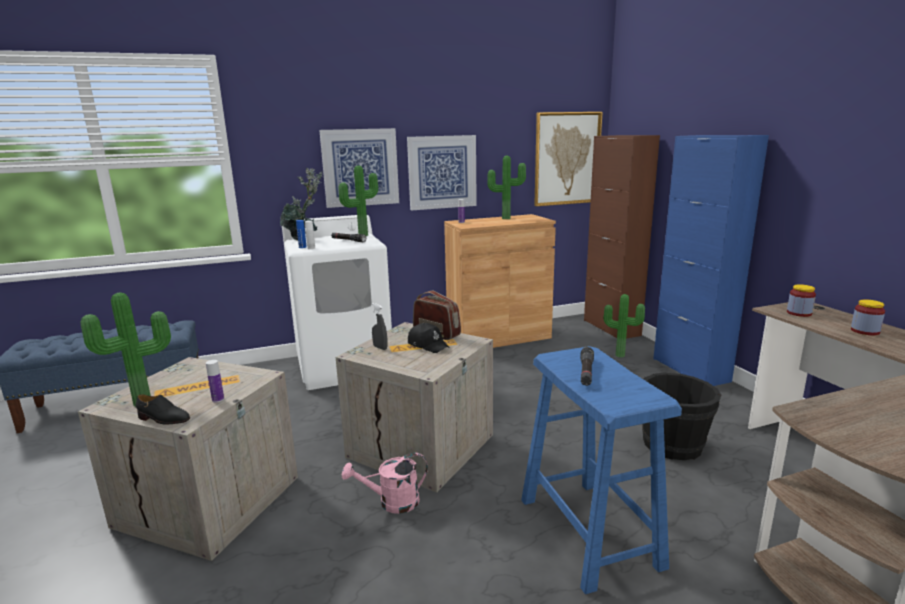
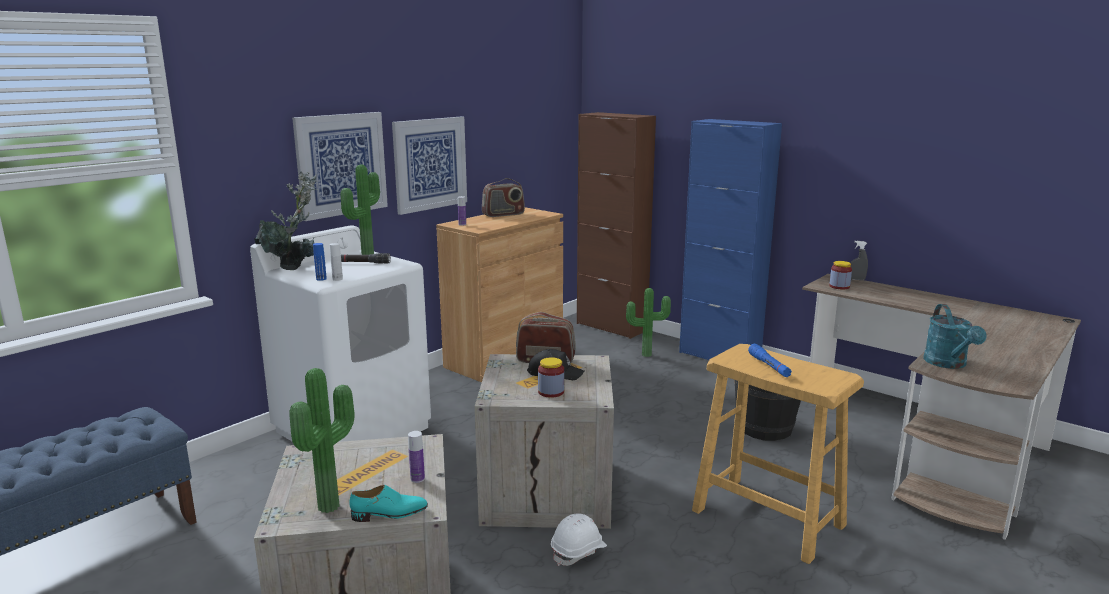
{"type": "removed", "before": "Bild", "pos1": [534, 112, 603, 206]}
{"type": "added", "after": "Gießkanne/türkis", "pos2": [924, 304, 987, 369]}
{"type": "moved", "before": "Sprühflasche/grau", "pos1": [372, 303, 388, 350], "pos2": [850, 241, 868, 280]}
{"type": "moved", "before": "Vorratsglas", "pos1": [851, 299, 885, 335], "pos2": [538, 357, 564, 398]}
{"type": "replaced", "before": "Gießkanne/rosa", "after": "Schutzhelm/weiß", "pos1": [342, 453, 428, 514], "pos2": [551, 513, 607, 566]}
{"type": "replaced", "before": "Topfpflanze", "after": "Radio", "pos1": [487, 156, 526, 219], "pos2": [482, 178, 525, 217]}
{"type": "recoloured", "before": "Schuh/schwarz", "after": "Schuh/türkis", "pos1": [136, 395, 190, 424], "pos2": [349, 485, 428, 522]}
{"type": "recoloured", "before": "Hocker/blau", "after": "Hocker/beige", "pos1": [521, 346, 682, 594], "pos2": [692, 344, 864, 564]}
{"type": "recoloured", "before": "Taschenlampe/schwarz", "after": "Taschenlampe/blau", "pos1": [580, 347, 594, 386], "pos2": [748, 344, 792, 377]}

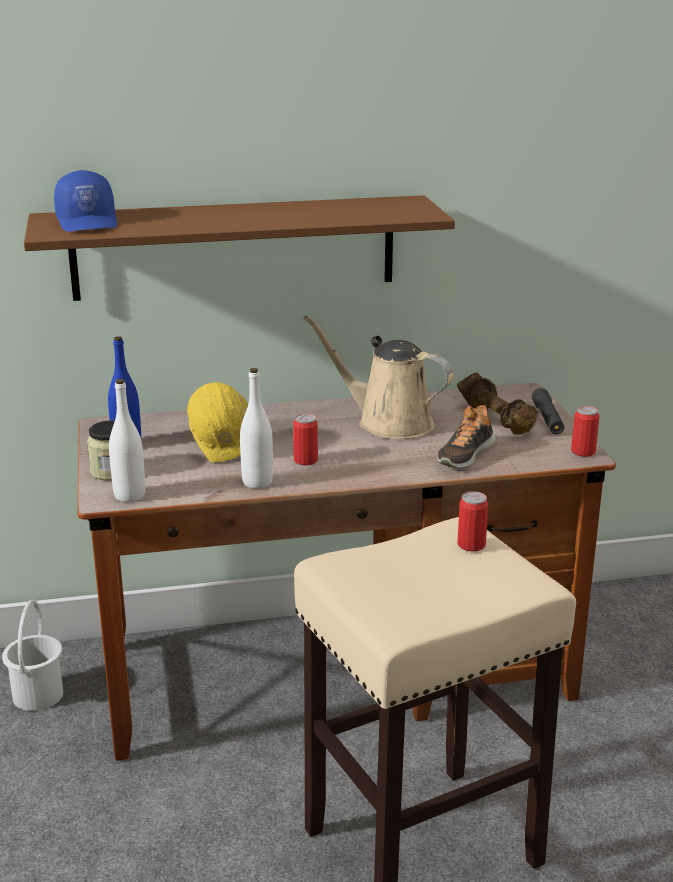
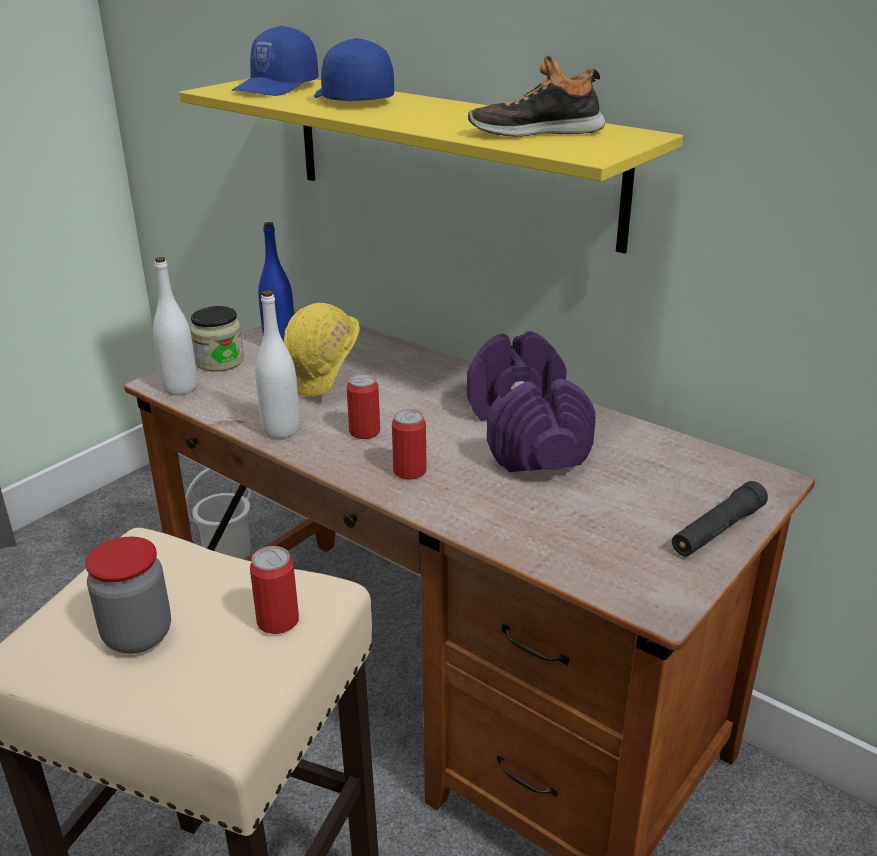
{"type": "removed", "before": "Hantel/braun", "pos1": [457, 373, 538, 435]}
{"type": "added", "after": "Vorratsglas", "pos2": [85, 537, 171, 653]}
{"type": "added", "after": "Kappe/blau", "pos2": [314, 38, 394, 101]}
{"type": "moved", "before": "Schuh", "pos1": [437, 405, 496, 468], "pos2": [468, 55, 605, 137]}
{"type": "moved", "before": "Dose", "pos1": [571, 406, 600, 457], "pos2": [392, 409, 427, 479]}
{"type": "replaced", "before": "Gießkanne/beige", "after": "Hantel/lila", "pos1": [303, 315, 454, 439], "pos2": [467, 331, 596, 472]}
{"type": "recoloured", "before": "Wandregal/braun", "after": "Wandregal/gelb", "pos1": [24, 195, 455, 301], "pos2": [179, 78, 683, 254]}

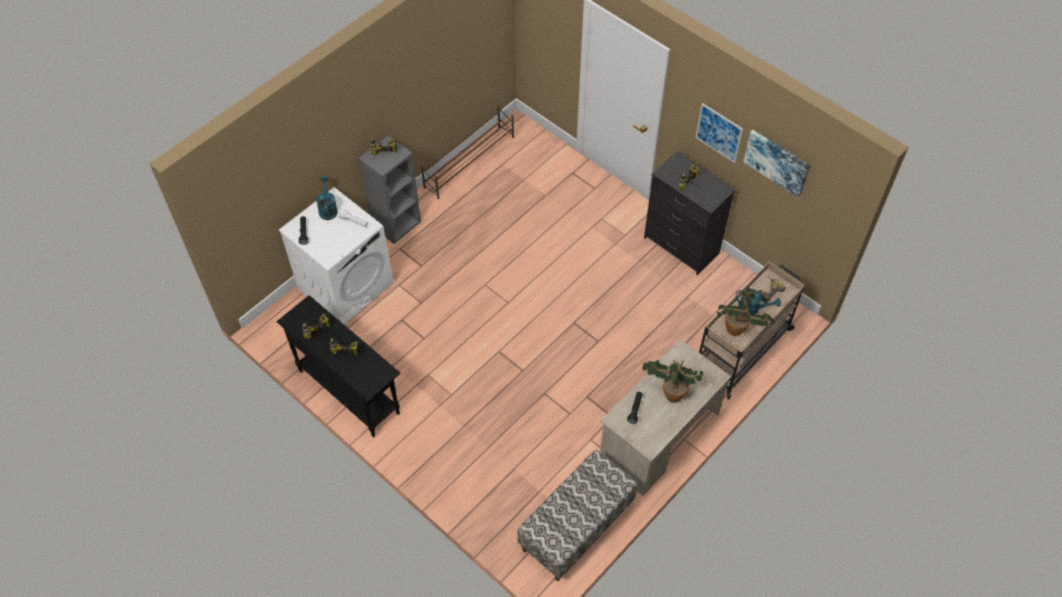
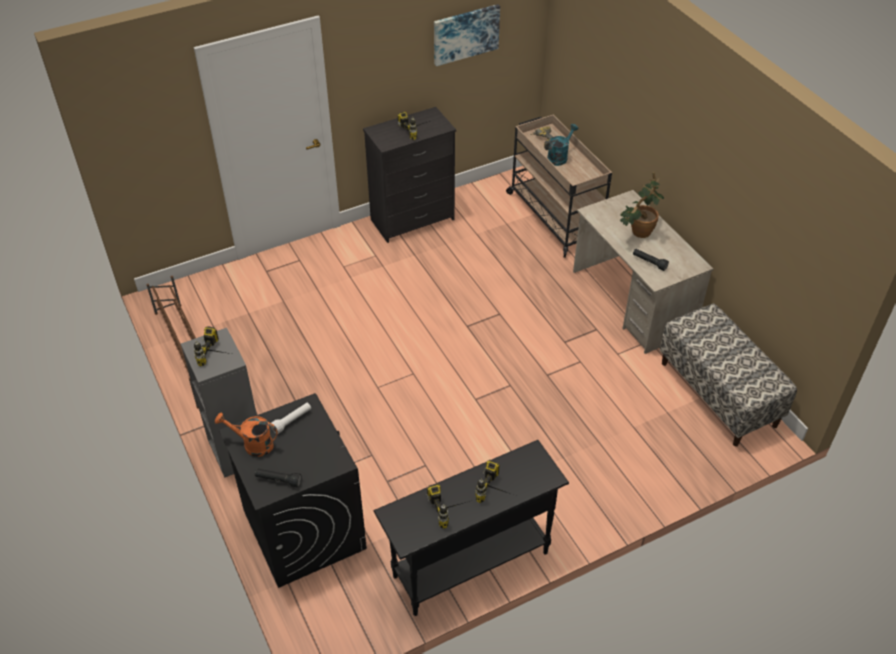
{"type": "removed", "before": "Bild", "pos1": [696, 103, 743, 163]}
{"type": "removed", "before": "Topfpflanze", "pos1": [717, 288, 775, 336]}
{"type": "recoloured", "before": "Waschmaschine/weiß", "after": "Waschmaschine/schwarz", "pos1": [279, 187, 394, 325], "pos2": [219, 393, 367, 588]}
{"type": "recoloured", "before": "Gießkanne/türkis", "after": "Gießkanne/orange", "pos1": [316, 176, 338, 220], "pos2": [215, 412, 278, 457]}

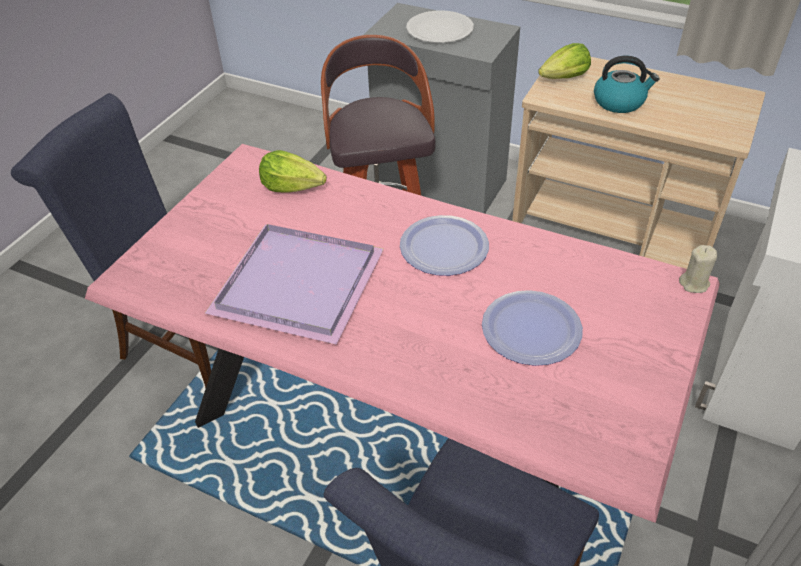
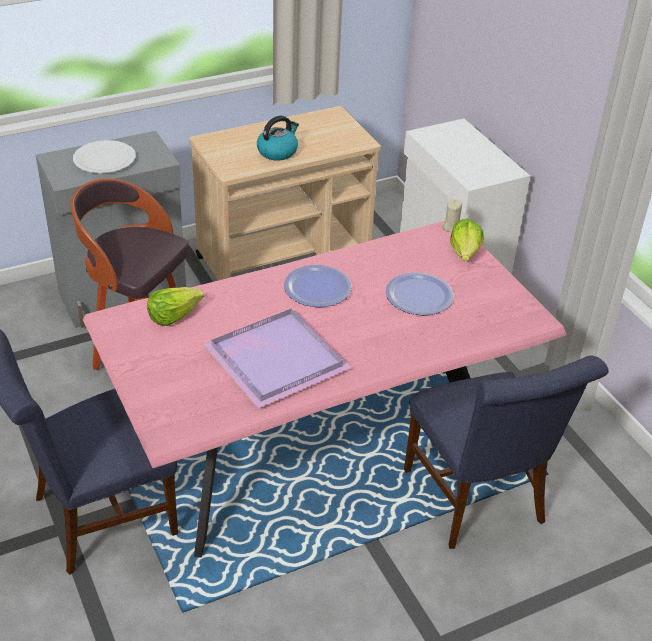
{"type": "moved", "before": "Salatkopf", "pos1": [538, 43, 591, 79], "pos2": [450, 218, 484, 261]}

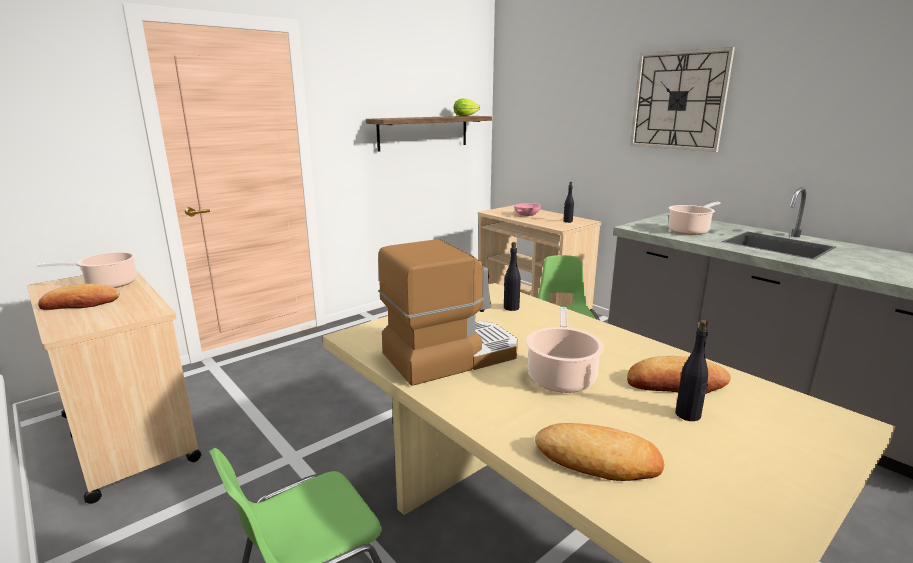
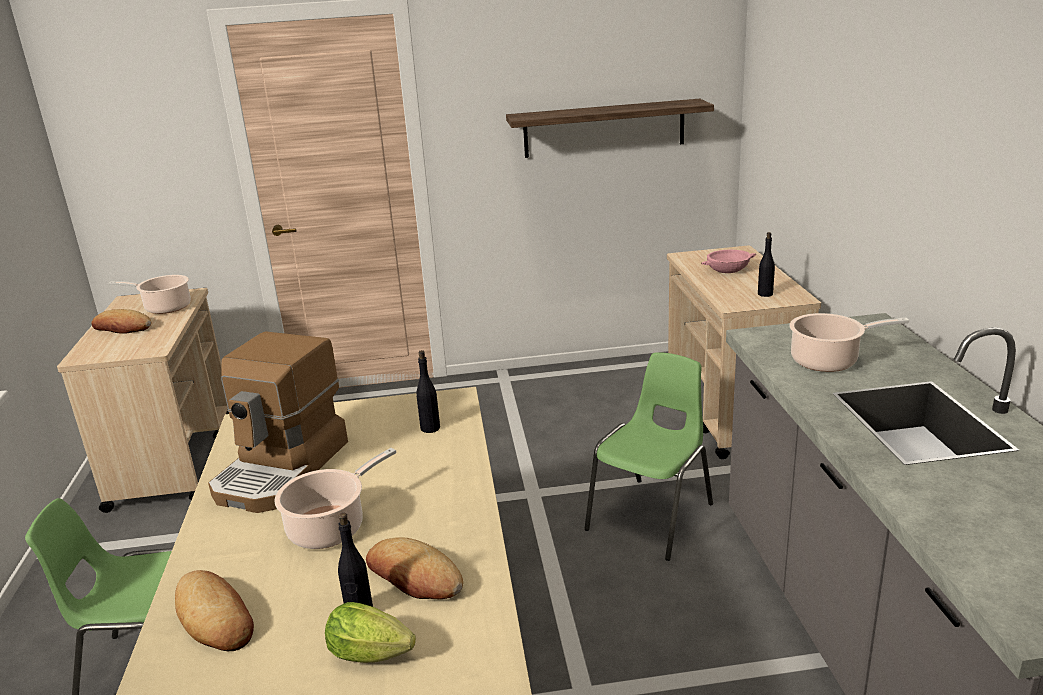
{"type": "removed", "before": "Wanduhr", "pos1": [630, 47, 735, 152]}
{"type": "moved", "before": "Salatkopf", "pos1": [454, 99, 480, 116], "pos2": [325, 602, 416, 663]}
{"type": "turned", "before": "Kaffeemaschine", "pos1": [378, 239, 518, 386], "pos2": [208, 331, 348, 513], "turn": 105}

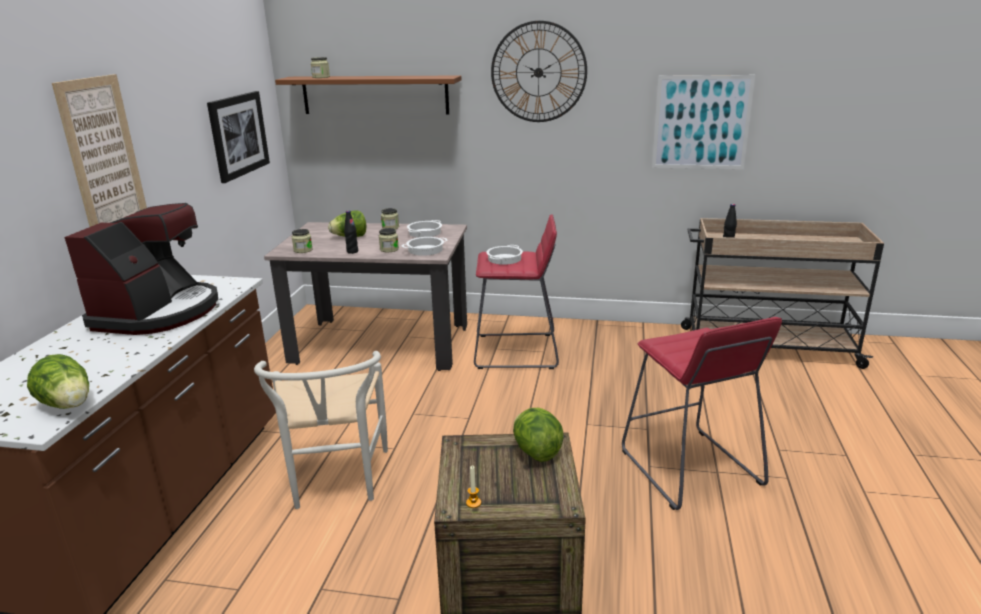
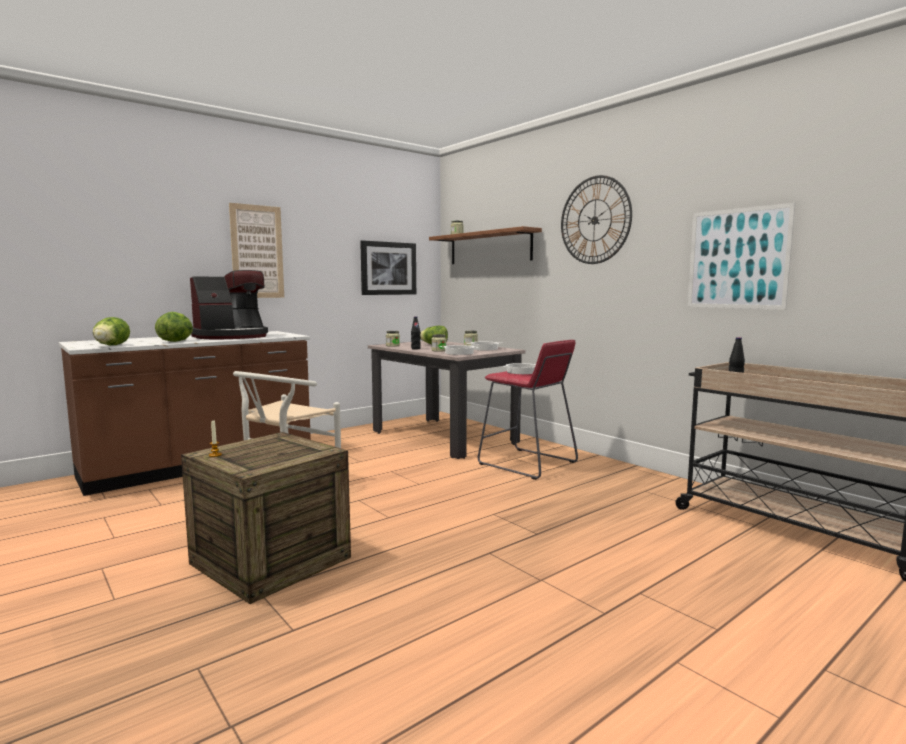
{"type": "removed", "before": "Hocker/rot", "pos1": [622, 317, 782, 510]}
{"type": "moved", "before": "Salatkopf", "pos1": [513, 408, 564, 462], "pos2": [155, 312, 193, 342]}

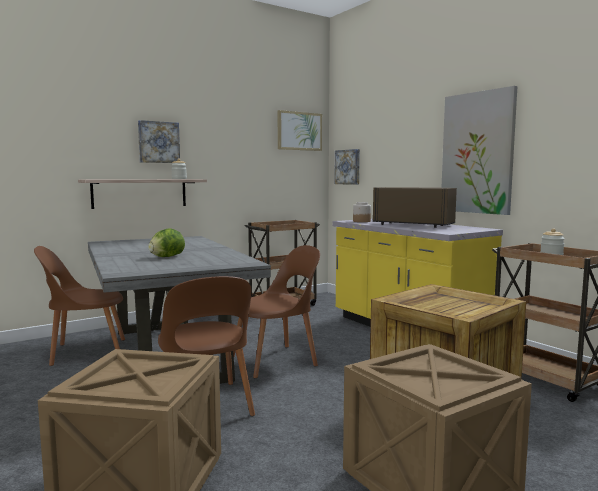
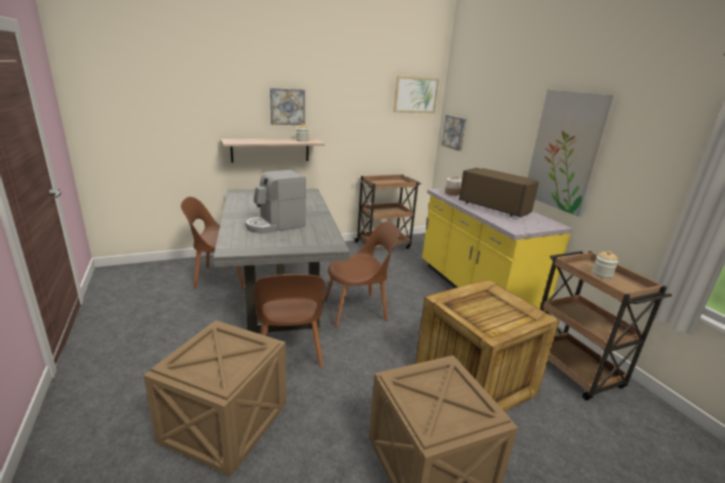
{"type": "replaced", "before": "Salatkopf", "after": "Kaffeemaschine", "pos1": [148, 228, 185, 257], "pos2": [245, 170, 306, 234]}

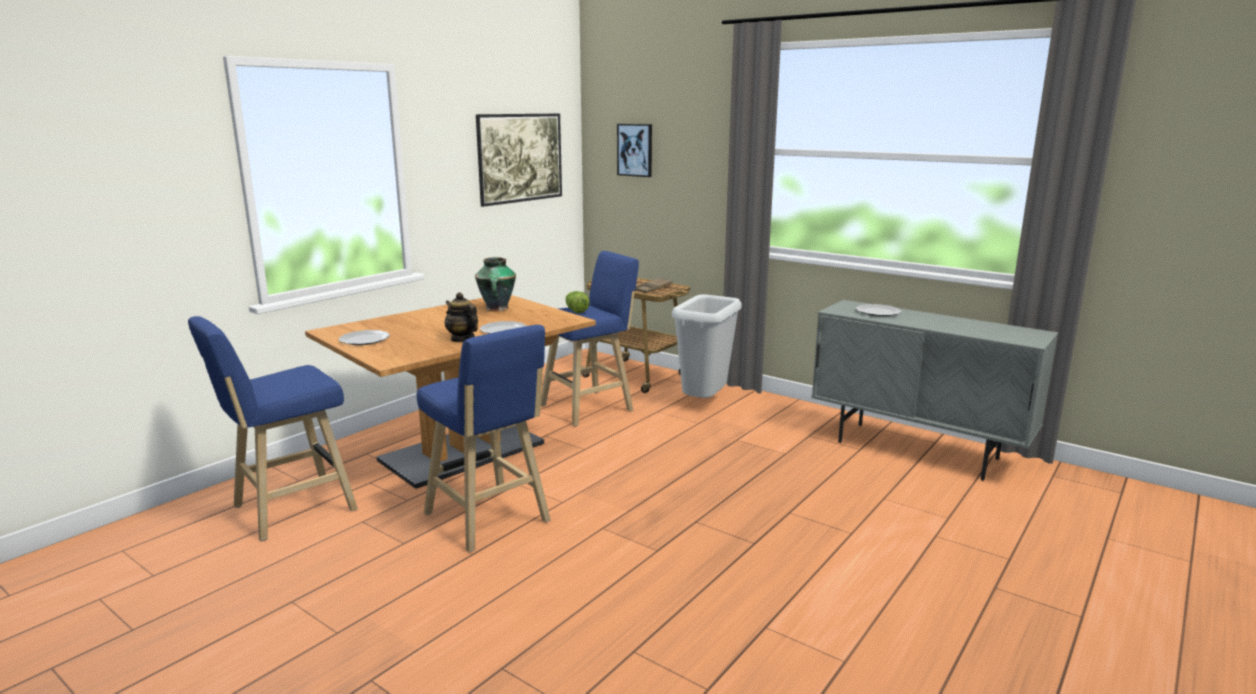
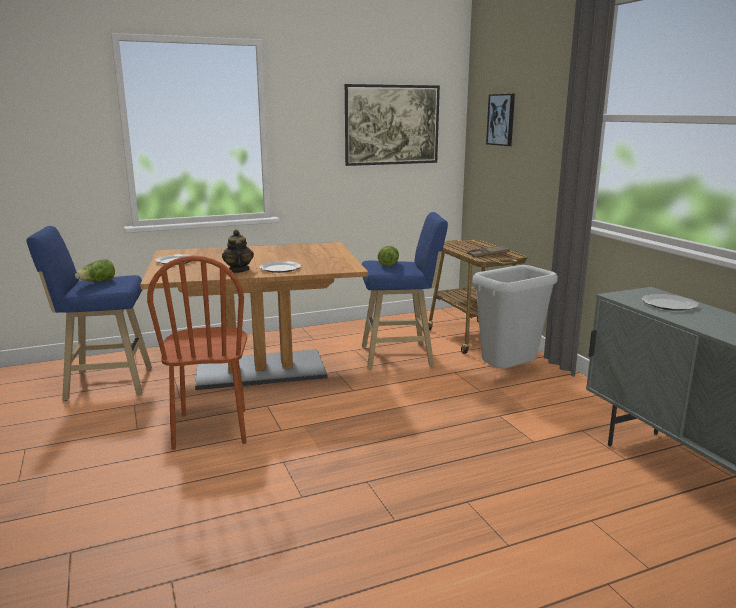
{"type": "removed", "before": "Vase", "pos1": [475, 257, 516, 311]}
{"type": "added", "after": "Salatkopf", "pos2": [75, 259, 115, 281]}
{"type": "replaced", "before": "Hocker/blau", "after": "Stuhl/braun", "pos1": [417, 325, 551, 553], "pos2": [147, 255, 247, 450]}

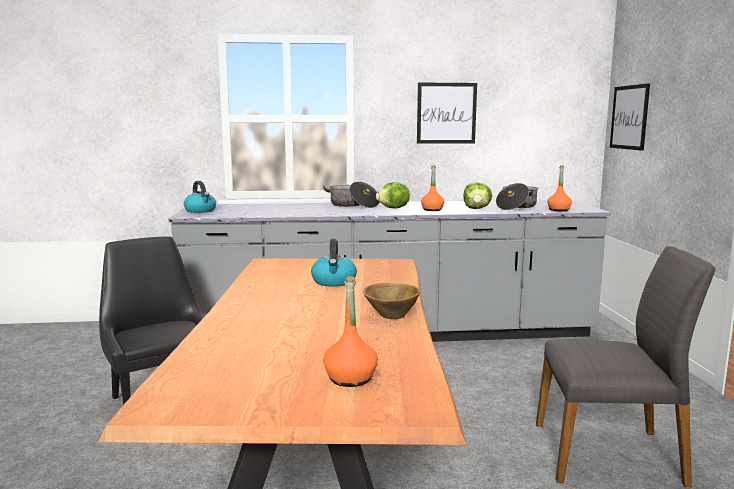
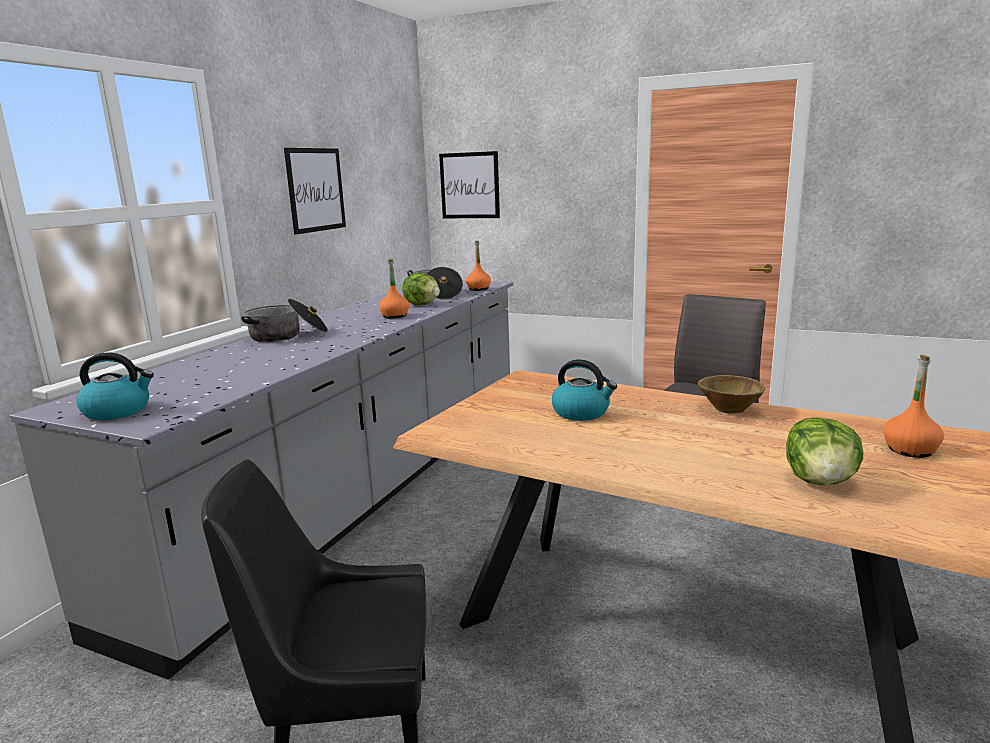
{"type": "moved", "before": "Salatkopf", "pos1": [376, 182, 410, 209], "pos2": [786, 417, 863, 485]}

